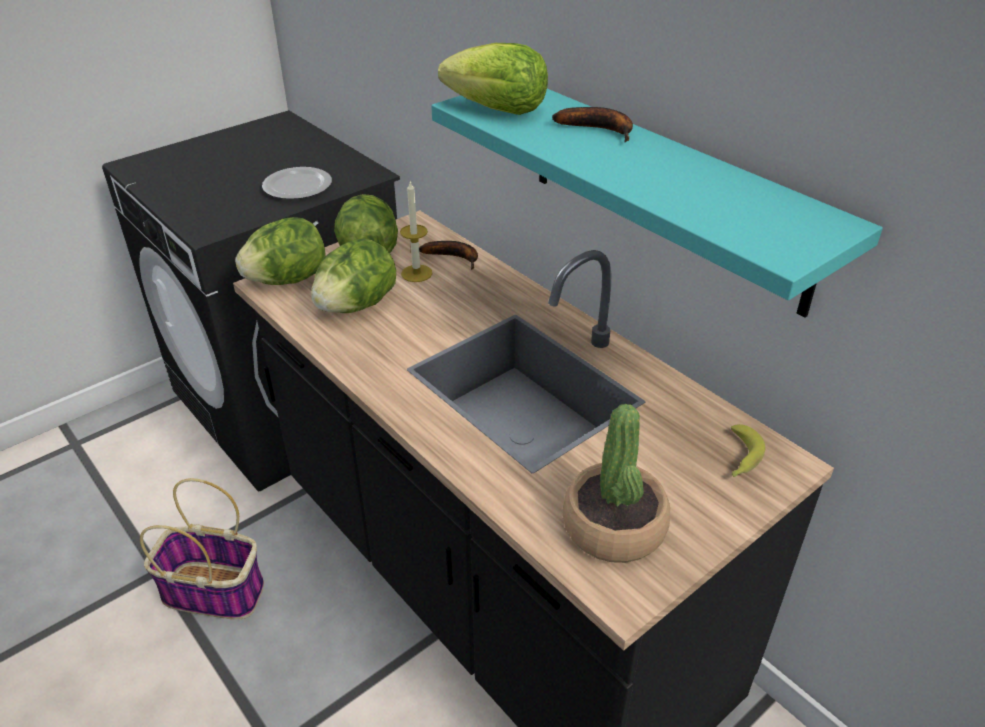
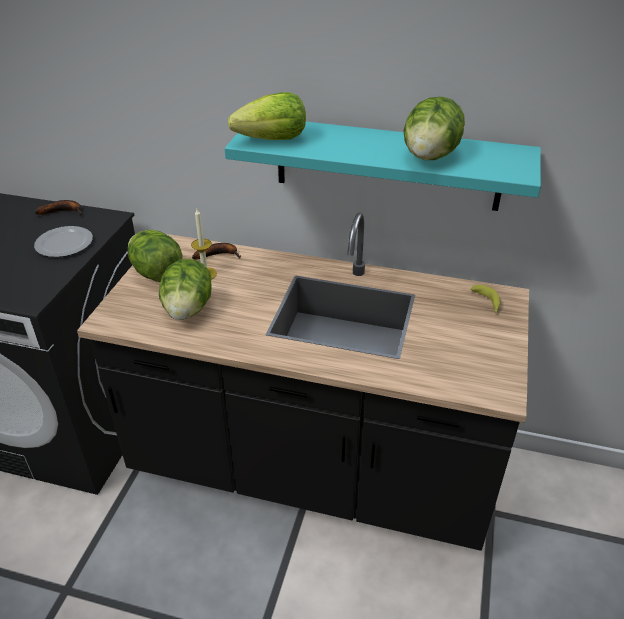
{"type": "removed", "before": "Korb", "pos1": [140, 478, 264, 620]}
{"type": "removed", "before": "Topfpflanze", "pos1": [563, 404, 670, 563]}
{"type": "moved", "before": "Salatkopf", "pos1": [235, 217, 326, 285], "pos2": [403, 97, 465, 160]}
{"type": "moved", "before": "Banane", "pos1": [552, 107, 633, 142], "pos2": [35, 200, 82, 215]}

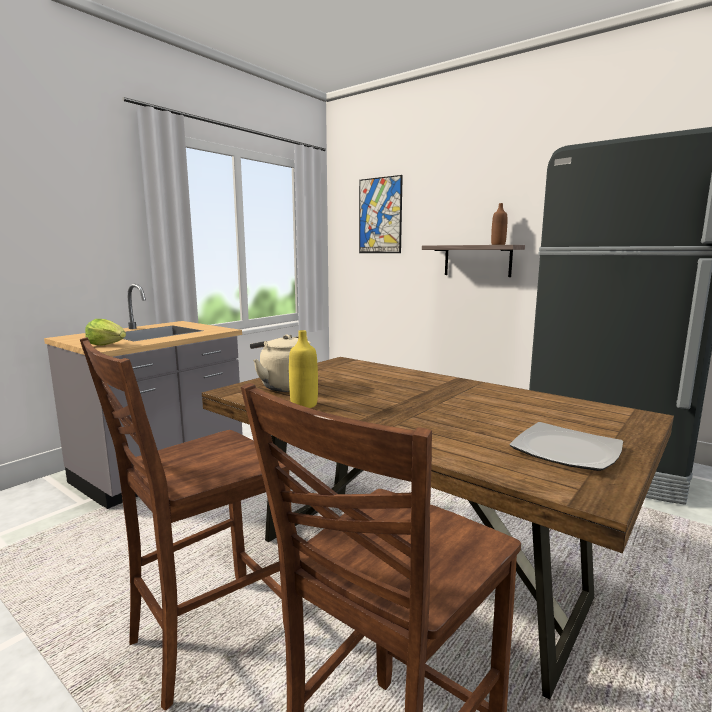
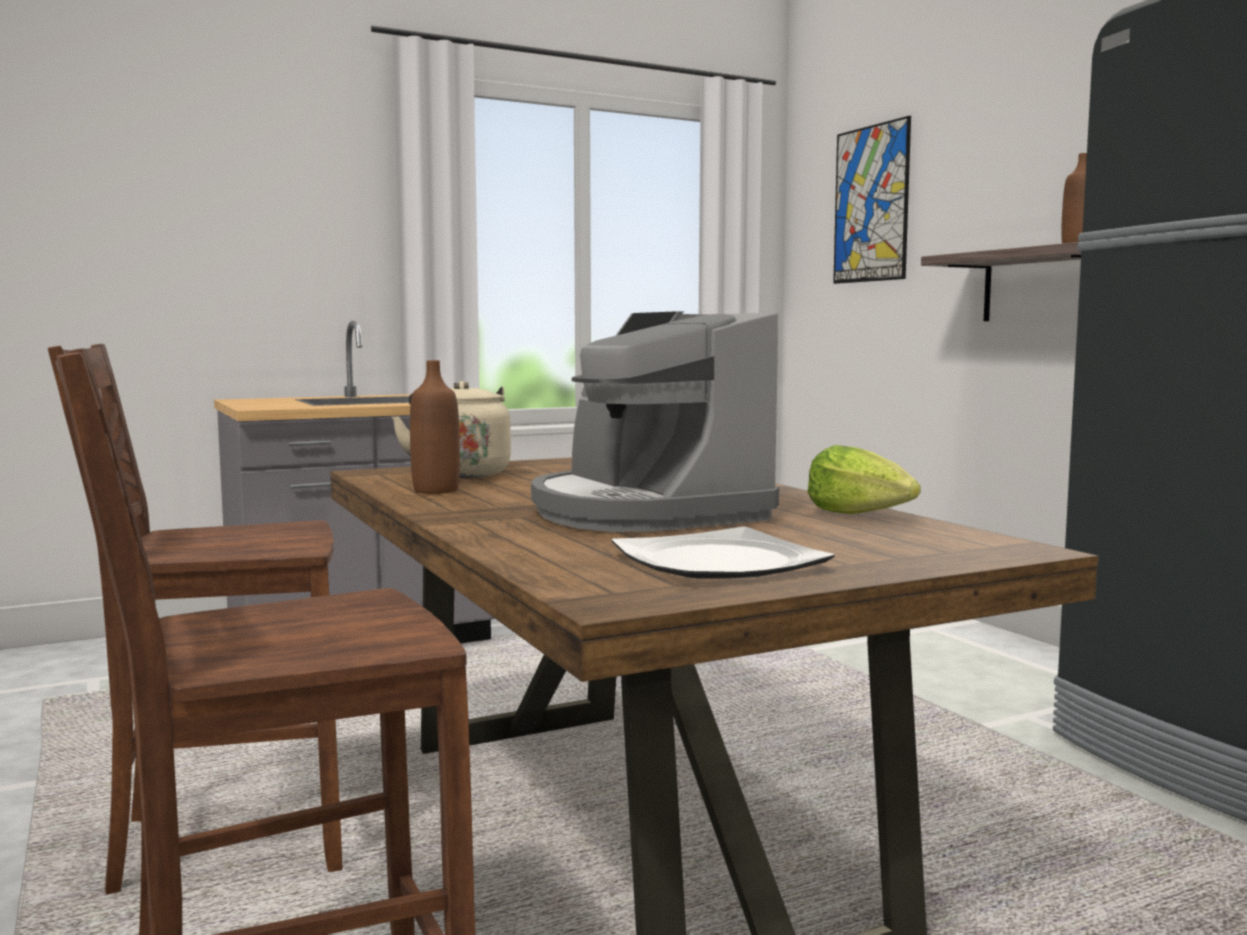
{"type": "added", "after": "Kaffeemaschine", "pos2": [531, 311, 779, 532]}
{"type": "moved", "before": "Salatkopf", "pos1": [85, 319, 126, 345], "pos2": [808, 445, 921, 514]}
{"type": "recoloured", "before": "Flasche/gelb", "after": "Flasche/braun", "pos1": [289, 330, 318, 408], "pos2": [410, 360, 460, 494]}

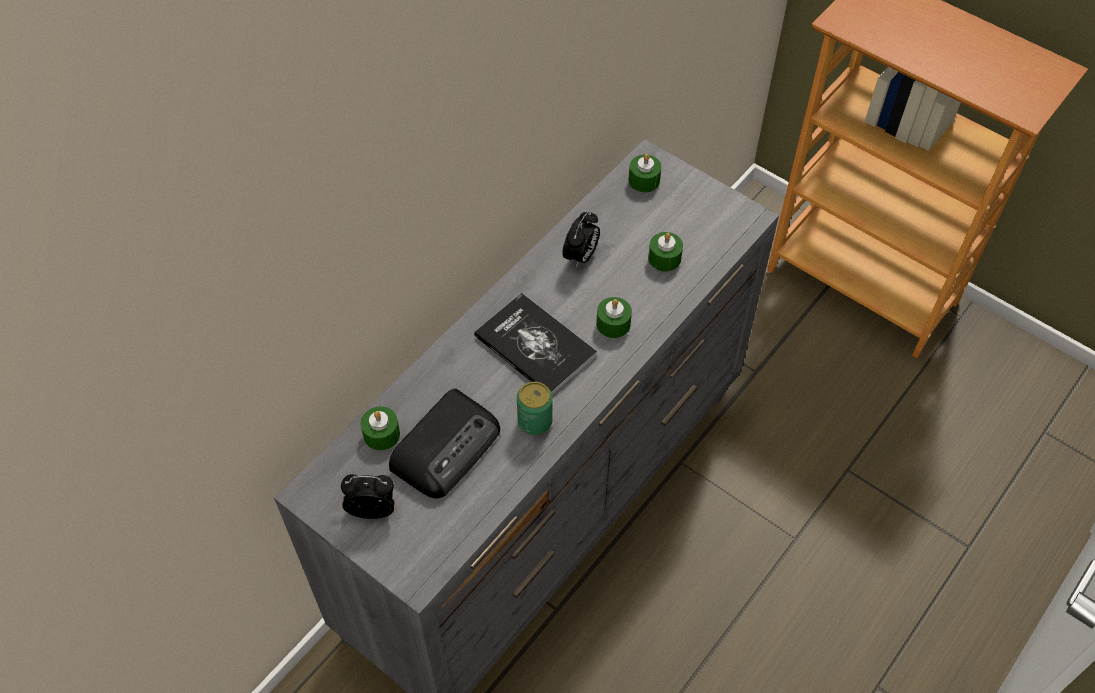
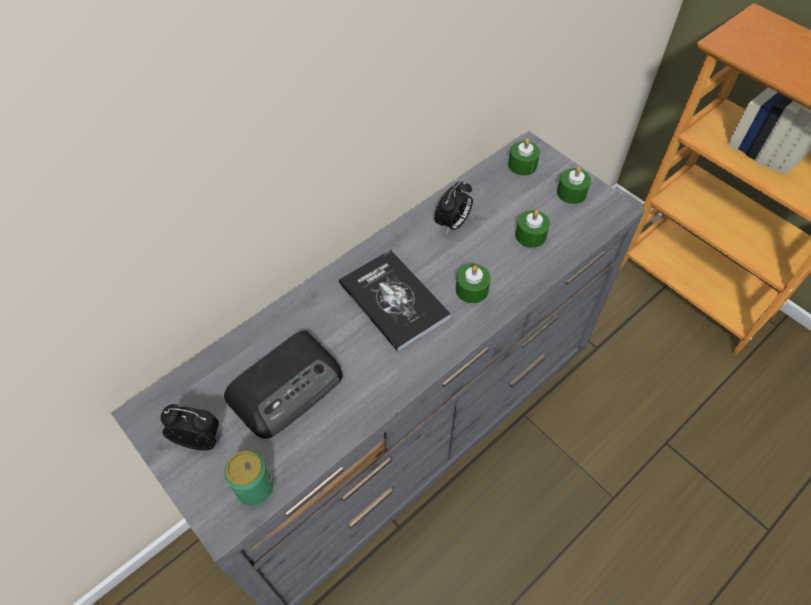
{"type": "moved", "before": "Kerze/grün", "pos1": [361, 406, 400, 450], "pos2": [557, 167, 591, 204]}
{"type": "moved", "before": "Dose", "pos1": [517, 382, 553, 435], "pos2": [224, 451, 274, 505]}

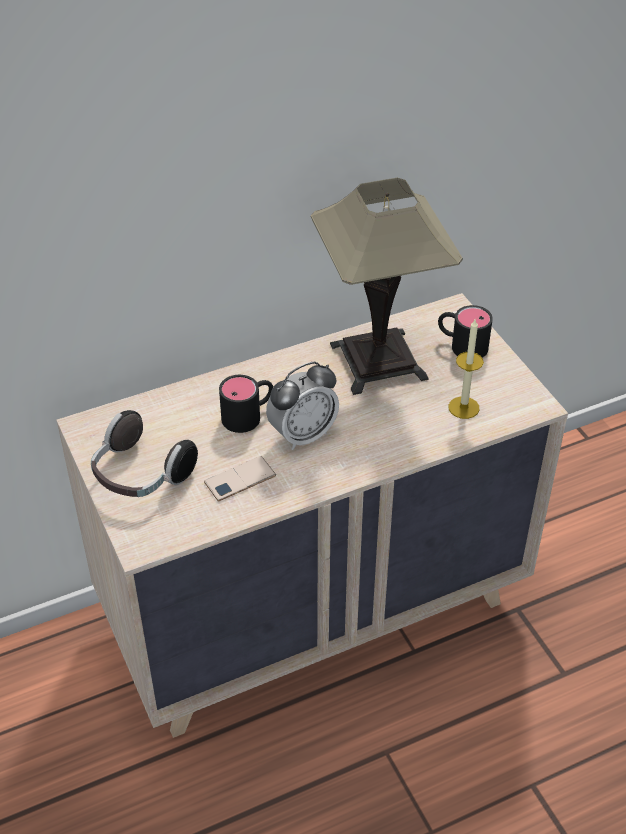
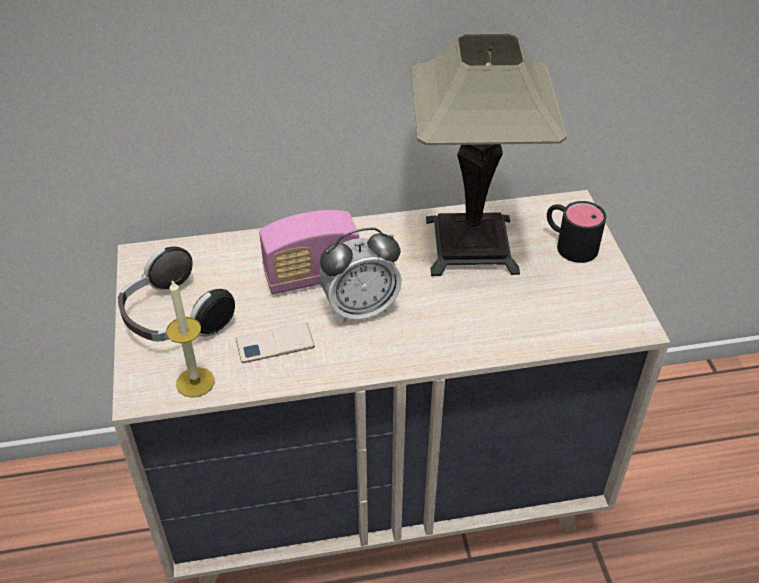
{"type": "moved", "before": "Kerze", "pos1": [448, 319, 484, 419], "pos2": [166, 279, 215, 398]}
{"type": "replaced", "before": "Henkelbecher/schwarz", "after": "Radio", "pos1": [219, 375, 273, 433], "pos2": [259, 210, 359, 294]}

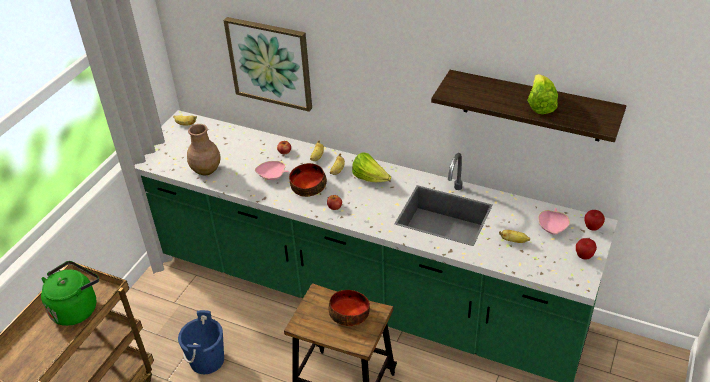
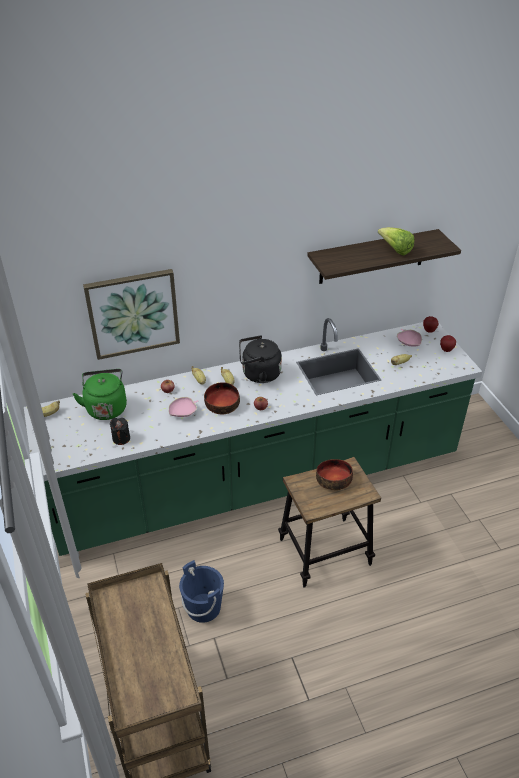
{"type": "moved", "before": "Wasserkessel/grün", "pos1": [41, 261, 99, 326], "pos2": [73, 369, 127, 420]}
{"type": "replaced", "before": "Vase/braun", "after": "Kerze/schwarz", "pos1": [187, 124, 221, 176], "pos2": [110, 418, 130, 445]}
{"type": "replaced", "before": "Salatkopf", "after": "Wasserkessel/schwarz", "pos1": [352, 153, 391, 182], "pos2": [239, 335, 282, 383]}

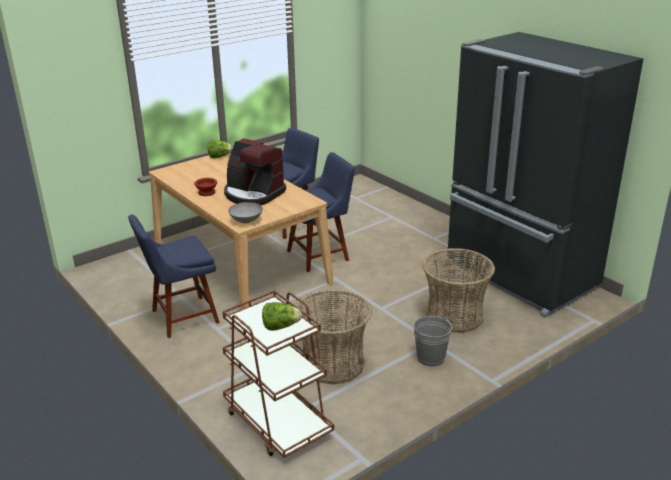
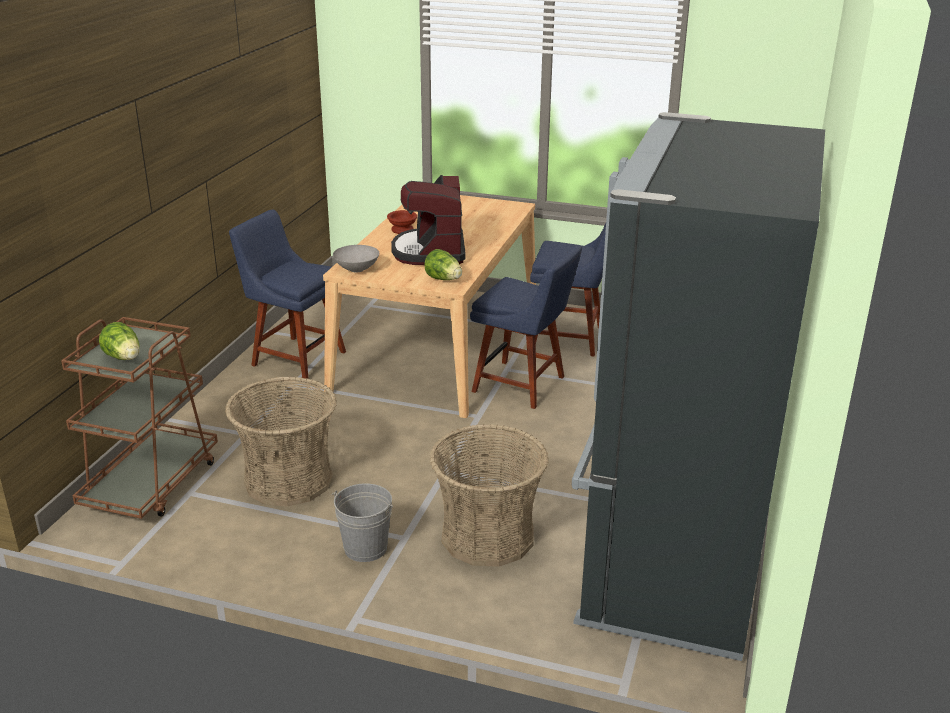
{"type": "moved", "before": "Salatkopf", "pos1": [208, 140, 233, 158], "pos2": [424, 249, 462, 280]}

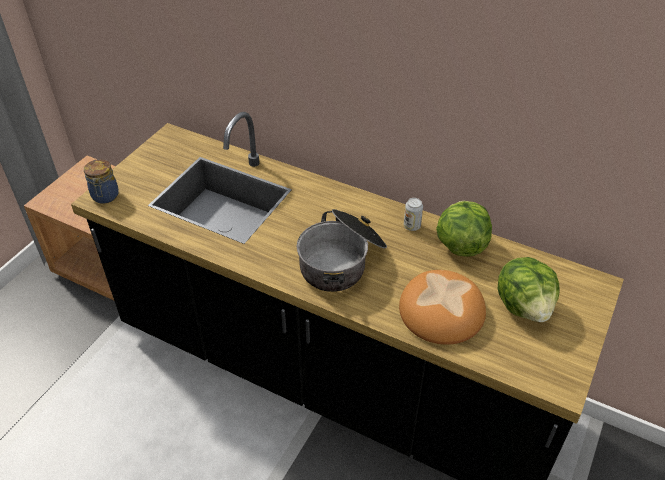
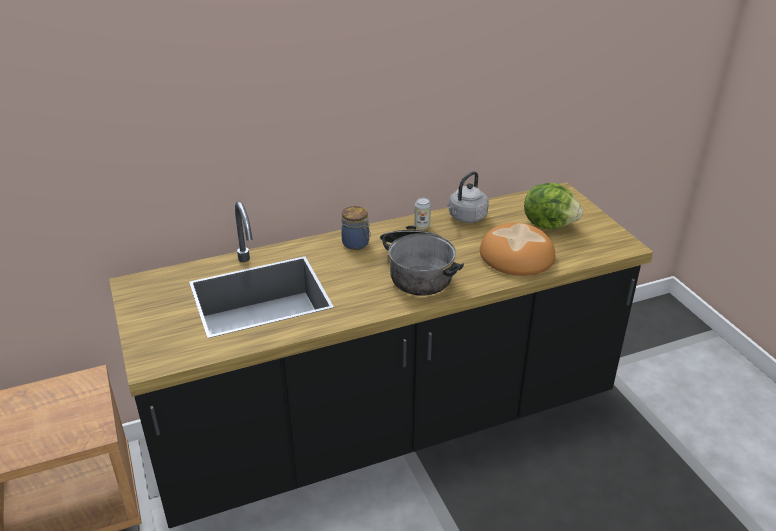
{"type": "moved", "before": "Vorratsglas", "pos1": [84, 159, 119, 204], "pos2": [341, 206, 370, 250]}
{"type": "replaced", "before": "Salatkopf", "after": "Wasserkessel/grau", "pos1": [436, 201, 492, 257], "pos2": [447, 171, 489, 223]}

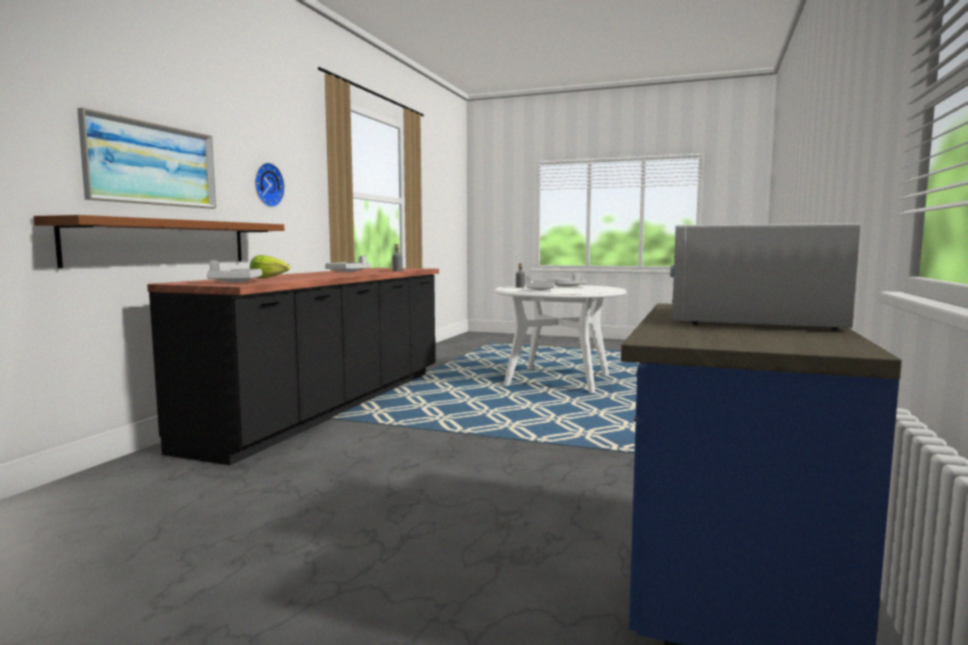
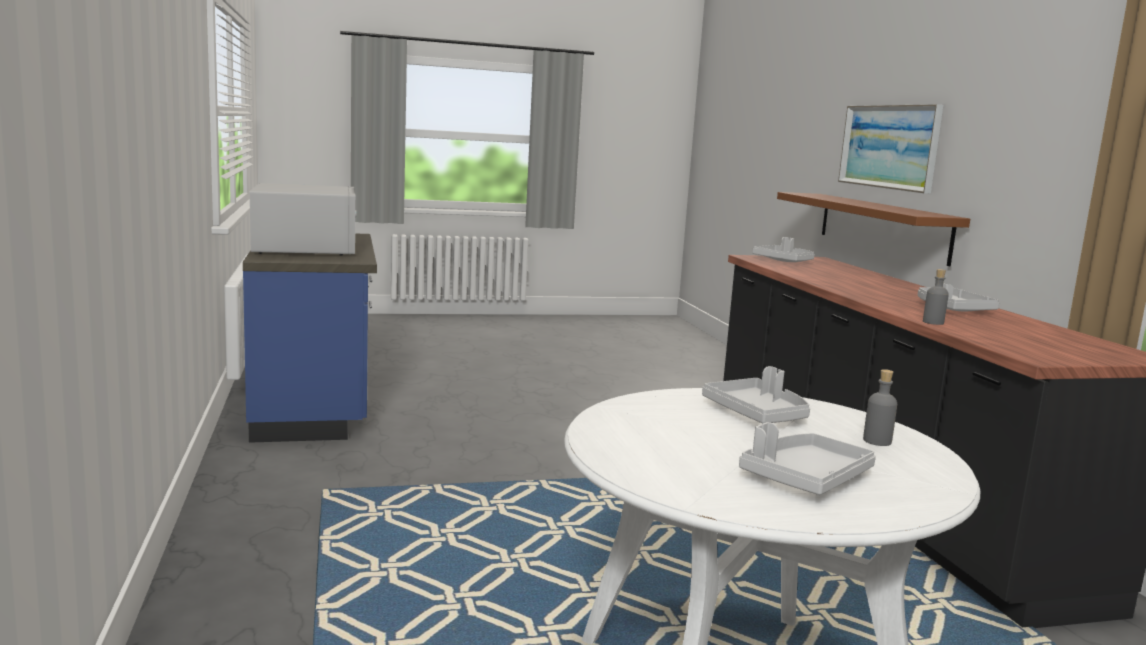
{"type": "removed", "before": "Salatkopf", "pos1": [250, 255, 290, 278]}
{"type": "removed", "before": "Wanduhr", "pos1": [255, 163, 285, 207]}

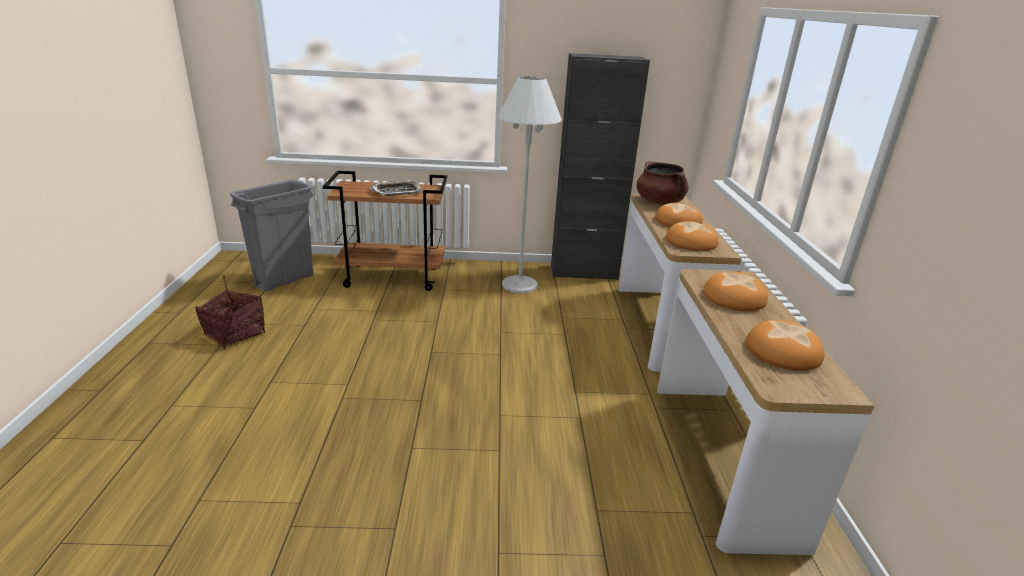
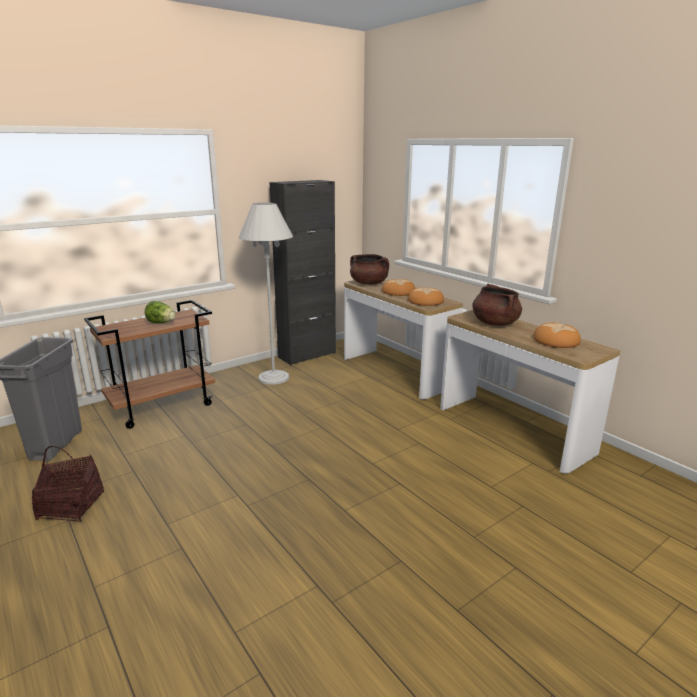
{"type": "replaced", "before": "Tablett", "after": "Salatkopf", "pos1": [370, 180, 422, 196], "pos2": [145, 301, 176, 323]}
{"type": "replaced", "before": "Brot", "after": "Kochtopf/braun", "pos1": [703, 272, 768, 311], "pos2": [472, 284, 522, 326]}

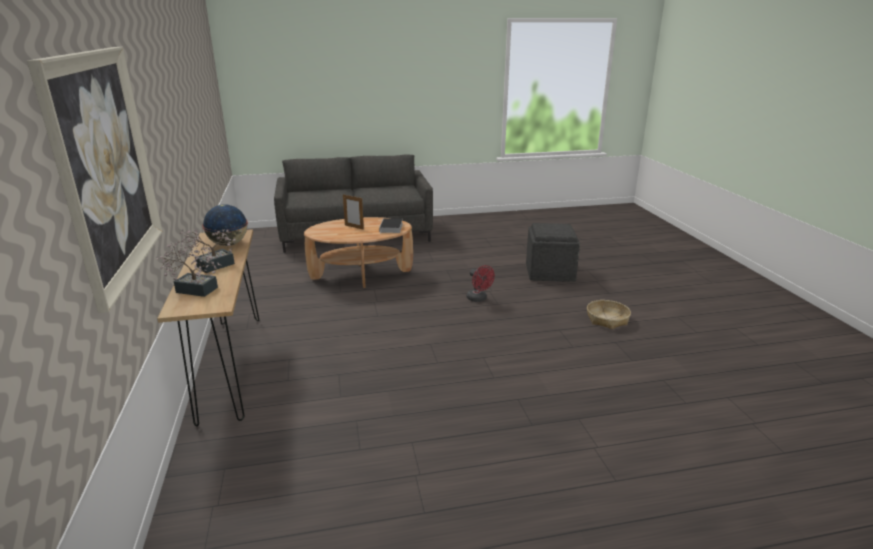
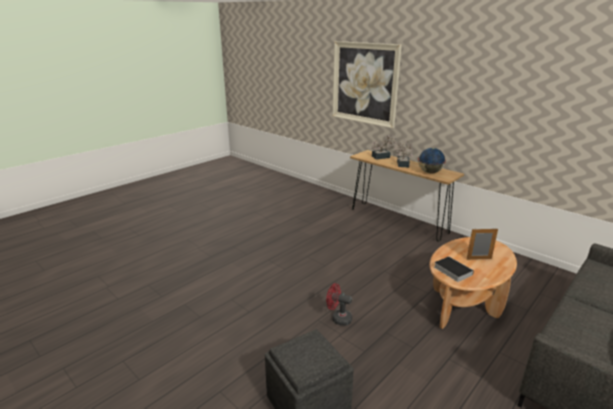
{"type": "removed", "before": "Korb", "pos1": [587, 300, 631, 329]}

